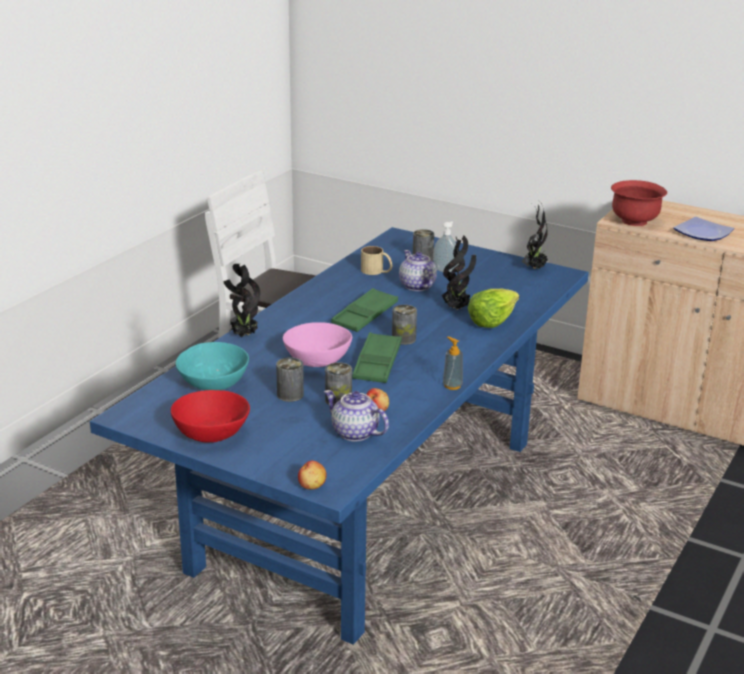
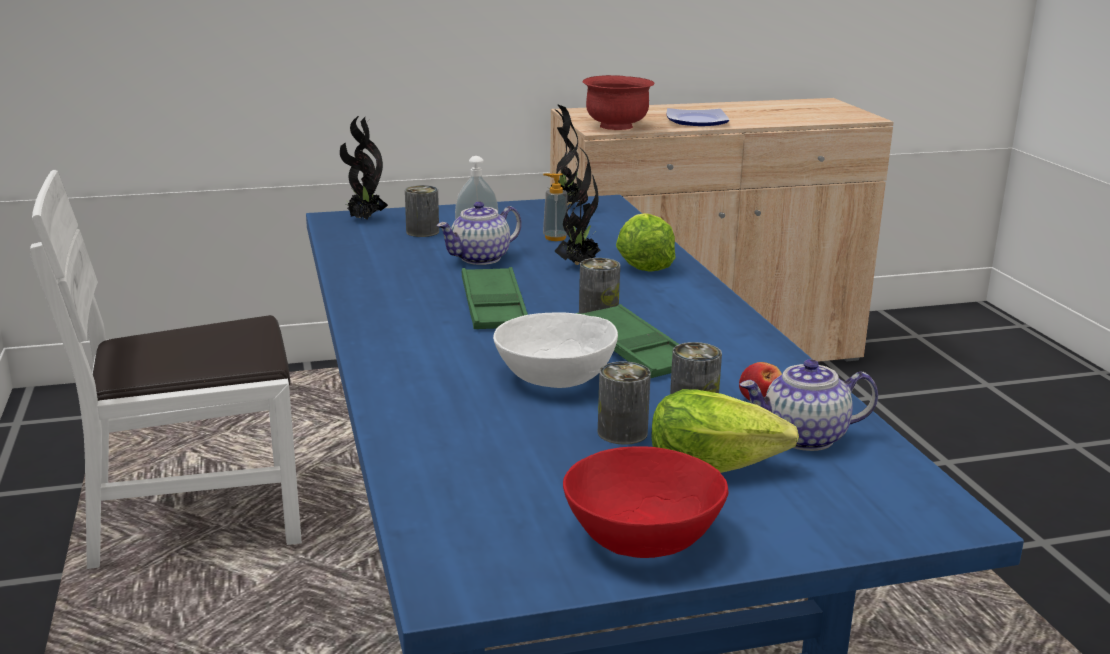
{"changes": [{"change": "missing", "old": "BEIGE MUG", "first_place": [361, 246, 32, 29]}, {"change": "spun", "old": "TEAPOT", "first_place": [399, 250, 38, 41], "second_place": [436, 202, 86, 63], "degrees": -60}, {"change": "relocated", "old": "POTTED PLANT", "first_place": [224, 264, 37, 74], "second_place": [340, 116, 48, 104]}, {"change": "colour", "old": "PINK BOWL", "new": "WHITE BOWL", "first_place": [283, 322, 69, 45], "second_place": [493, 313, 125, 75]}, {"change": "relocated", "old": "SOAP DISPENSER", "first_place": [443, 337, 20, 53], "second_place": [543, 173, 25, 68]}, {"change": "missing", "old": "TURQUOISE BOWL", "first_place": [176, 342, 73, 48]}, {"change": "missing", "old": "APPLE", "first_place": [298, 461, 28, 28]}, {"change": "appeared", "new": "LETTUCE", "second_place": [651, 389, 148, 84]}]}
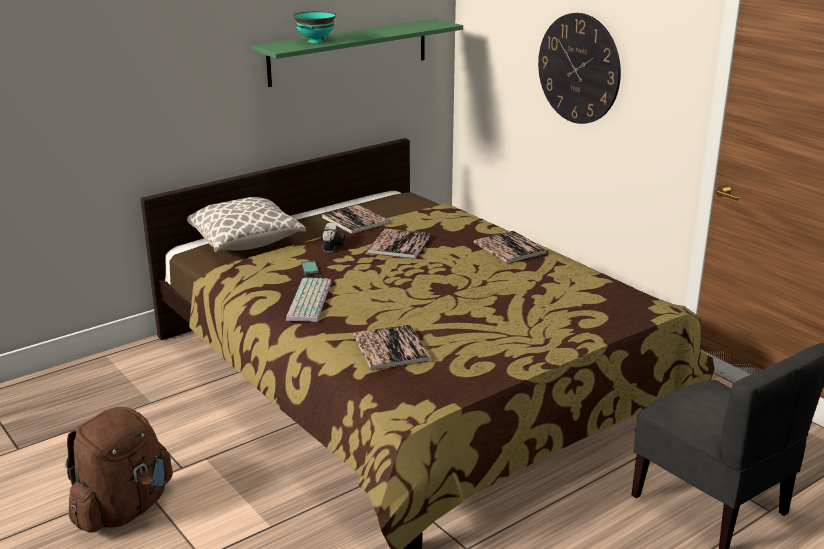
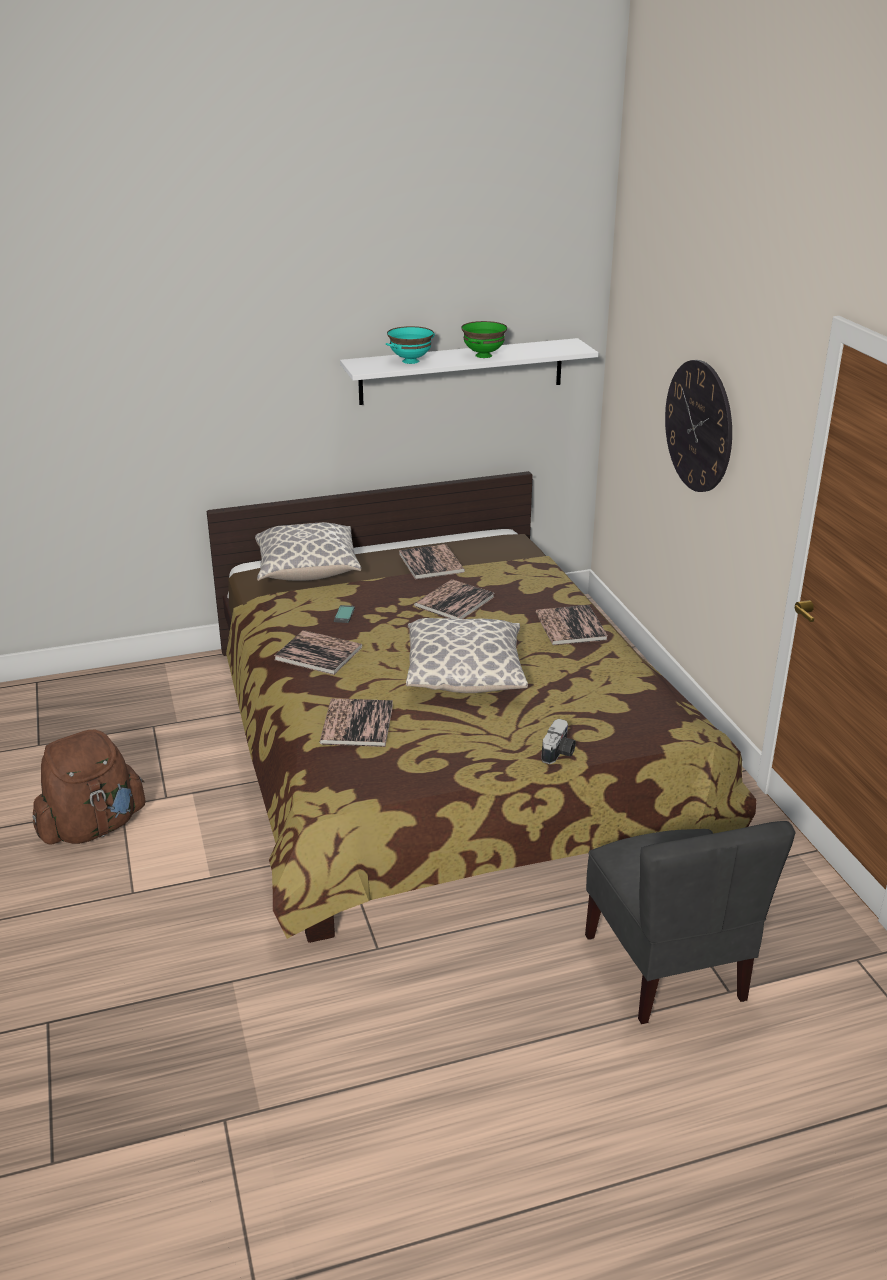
{"changes": [{"change": "colour", "old": "GREEN SHELF", "new": "WHITE SHELF", "first_place": [251, 19, 212, 68], "second_place": [340, 338, 258, 67]}, {"change": "relocated", "old": "PHOTO CAMERA", "first_place": [323, 223, 22, 29], "second_place": [541, 719, 35, 45]}, {"change": "exchanged", "old": "KEYBOARD", "new": "BOOK", "first_place": [286, 278, 46, 44], "second_place": [274, 630, 88, 45]}, {"change": "appeared", "new": "GREEN BOWL", "second_place": [461, 321, 46, 37]}, {"change": "appeared", "new": "PILLOW", "second_place": [406, 618, 122, 75]}]}
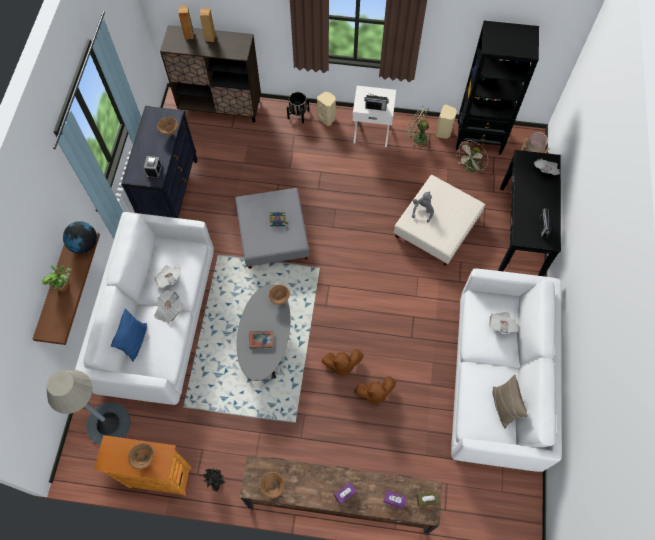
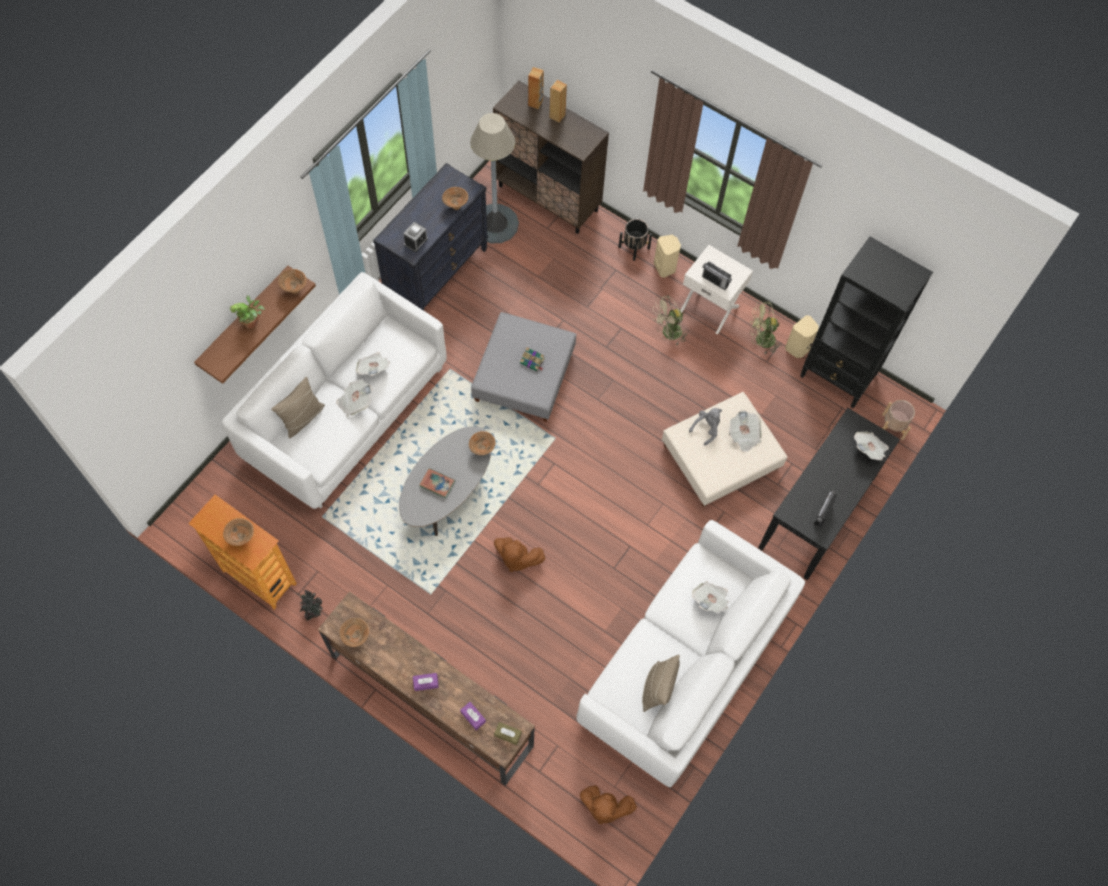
{"changes": [{"change": "spun", "old": "GREEN FAN", "first_place": [405, 107, 24, 42], "second_place": [750, 302, 32, 52], "degrees": -60}, {"change": "relocated", "old": "BEIGE FAN", "first_place": [456, 140, 32, 33], "second_place": [653, 296, 36, 50]}, {"change": "exchanged", "old": "GLOBE", "new": "BROWN BOWL", "first_place": [63, 221, 34, 33], "second_place": [278, 269, 28, 25]}, {"change": "colour", "old": "BLUE PILLOW", "new": "BEIGE PILLOW", "first_place": [111, 308, 36, 54], "second_place": [271, 377, 54, 62]}, {"change": "relocated", "old": "GREY FLOOR LAMP", "first_place": [47, 370, 84, 75], "second_place": [470, 113, 49, 130]}, {"change": "relocated", "old": "BROWN PLUSH TOY", "first_place": [354, 376, 42, 30], "second_place": [580, 785, 57, 39]}, {"change": "appeared", "new": "NEWSPAPER", "second_place": [729, 410, 33, 43]}]}
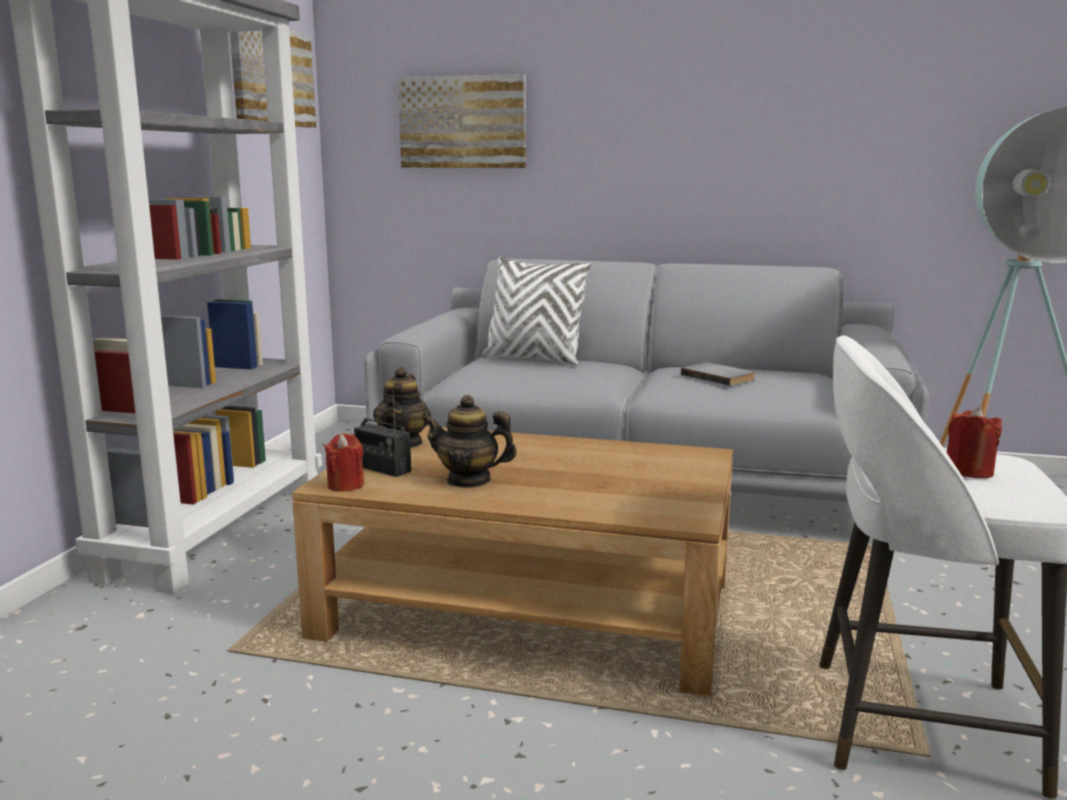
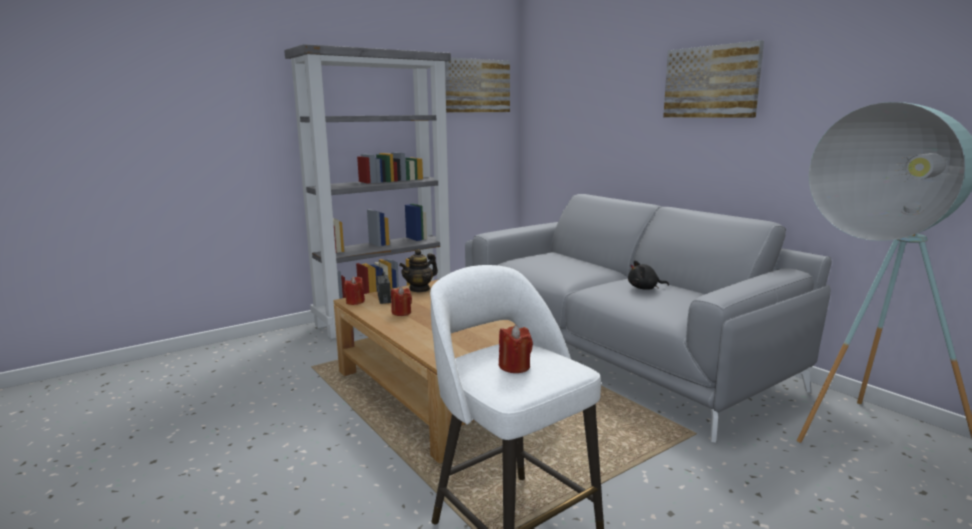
{"changes": [{"change": "relocated", "old": "PICTURE", "first_place": [398, 74, 128, 94], "second_place": [663, 40, 101, 78]}, {"change": "missing", "old": "WHITE PILLOW", "first_place": [482, 257, 109, 108]}, {"change": "exchanged", "old": "GREY BOOK", "new": "BLACK PLUSH TOY", "first_place": [681, 362, 74, 24], "second_place": [628, 261, 41, 29]}, {"change": "exchanged", "old": "TEAPOT", "new": "RED CANDLE", "first_place": [422, 395, 95, 93], "second_place": [391, 286, 21, 30]}]}
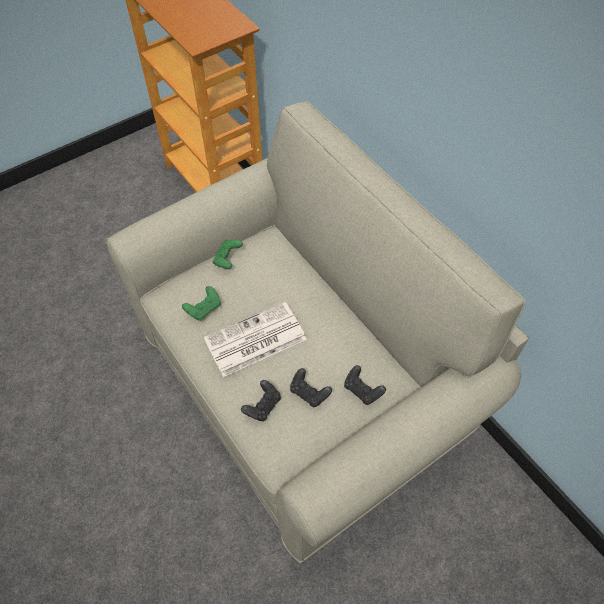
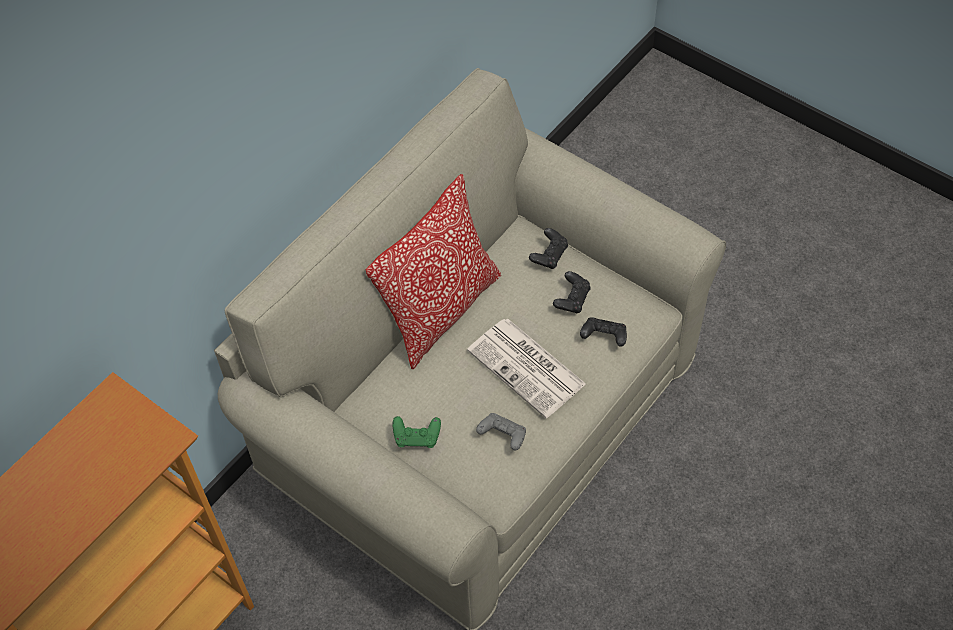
{"changes": [{"change": "colour", "old": "GREEN GAME CONTROLLER", "new": "GREY GAME CONTROLLER", "first_place": [182, 286, 39, 35], "second_place": [476, 413, 50, 37]}, {"change": "appeared", "new": "PILLOW", "second_place": [366, 174, 135, 195]}]}
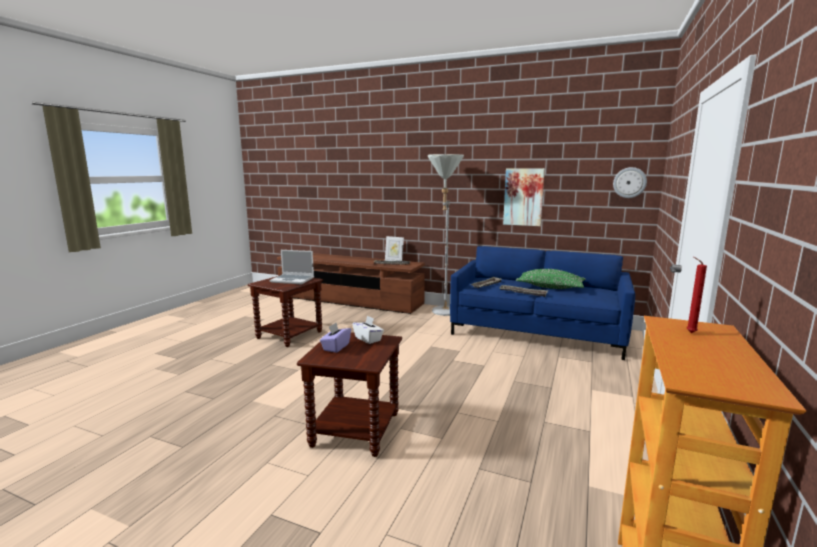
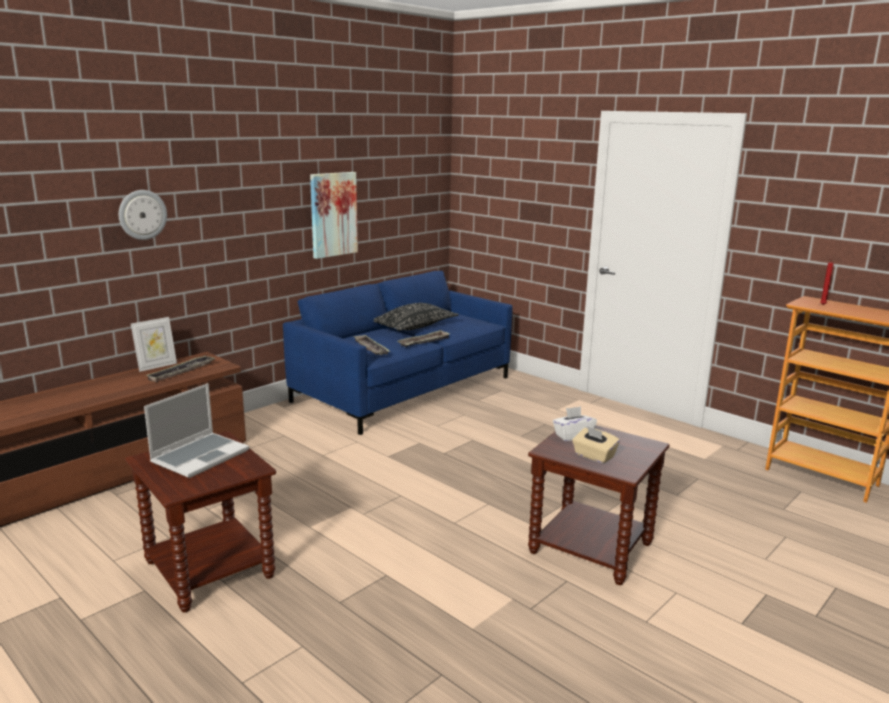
{"changes": [{"change": "missing", "old": "GREY FLOOR LAMP", "first_place": [428, 154, 36, 162]}, {"change": "relocated", "old": "WALL CLOCK", "first_place": [613, 167, 34, 31], "second_place": [119, 190, 48, 50]}, {"change": "colour", "old": "GREEN PILLOW", "new": "BLACK PILLOW", "first_place": [516, 269, 70, 20], "second_place": [373, 303, 85, 28]}, {"change": "colour", "old": "PURPLE TISSUE BOX", "new": "BEIGE TISSUE BOX", "first_place": [320, 323, 31, 30], "second_place": [572, 426, 48, 38]}]}
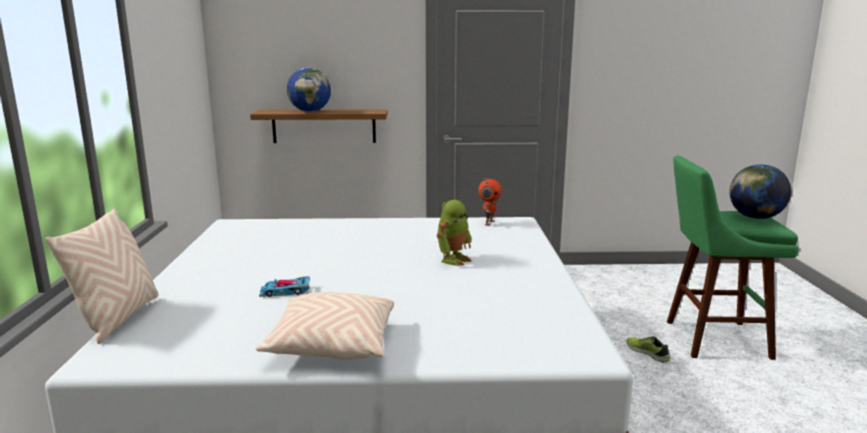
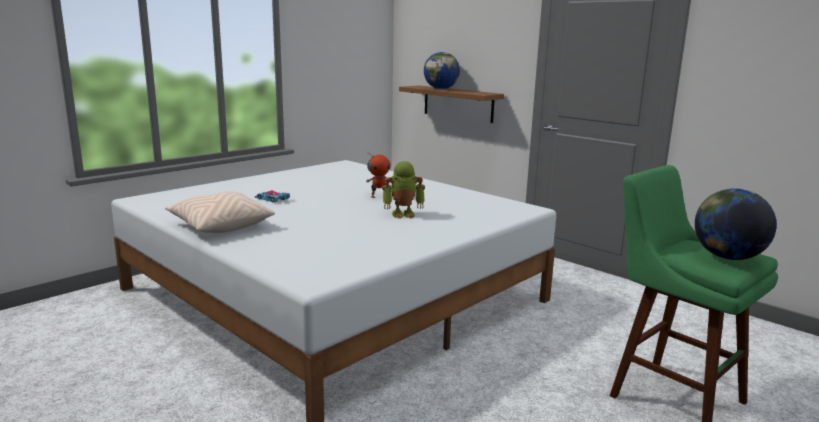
{"changes": [{"change": "relocated", "old": "TOY ROBOT", "first_place": [478, 178, 24, 48], "second_place": [366, 152, 25, 46]}, {"change": "missing", "old": "BEIGE PILLOW", "first_place": [45, 208, 114, 136]}, {"change": "missing", "old": "SHOE", "first_place": [626, 336, 44, 27]}]}
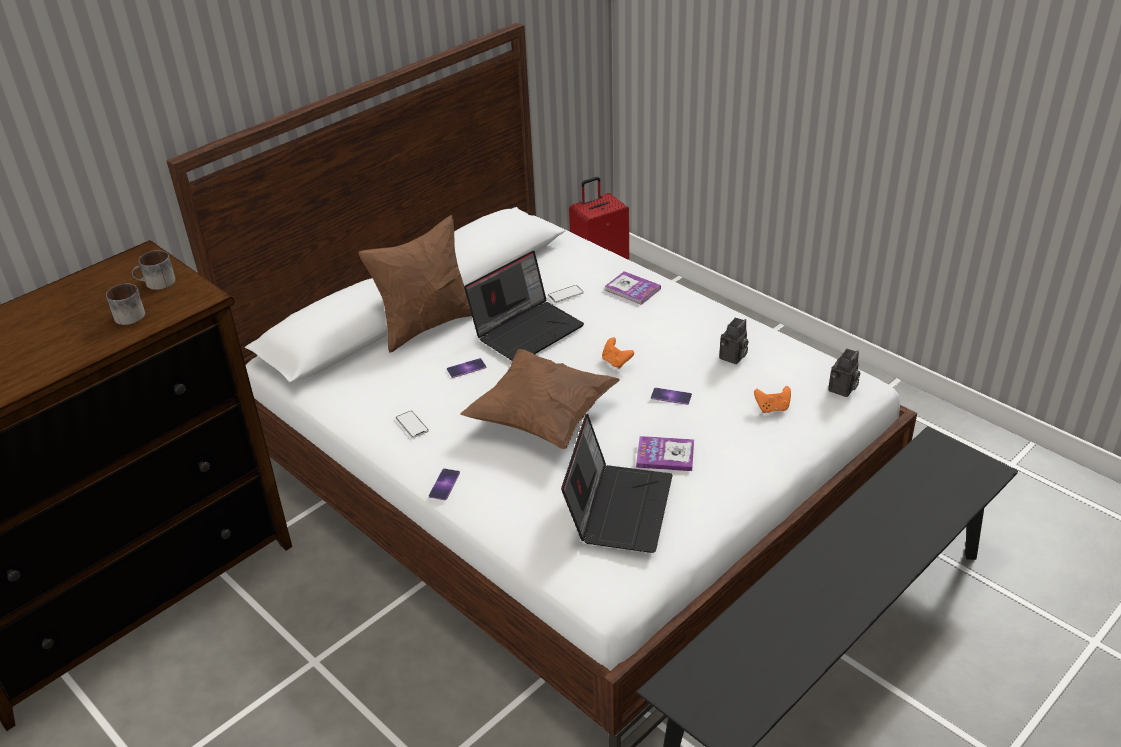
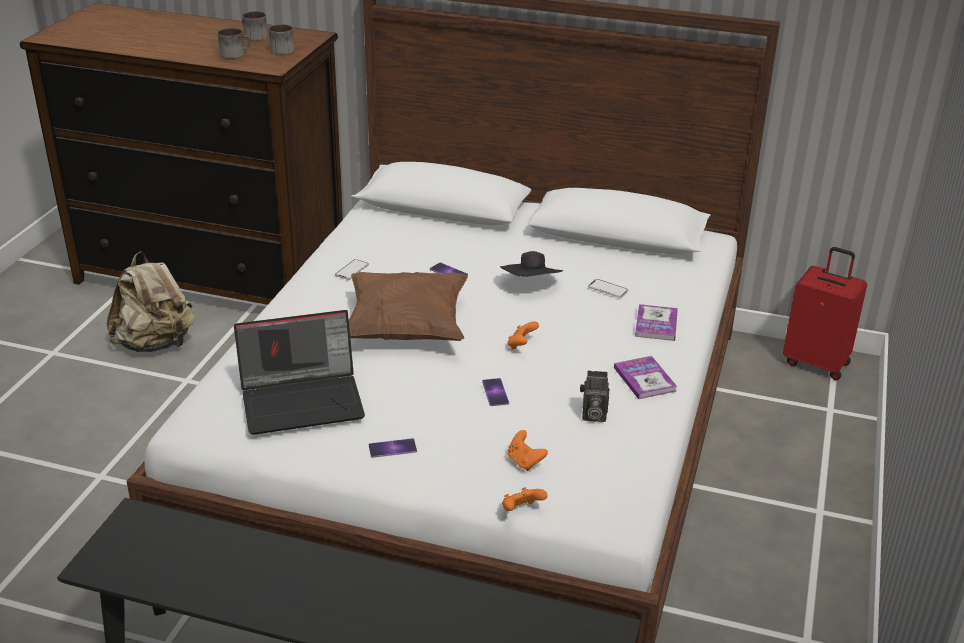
{"changes": [{"change": "missing", "old": "BROWN PILLOW", "first_place": [358, 215, 114, 138]}, {"change": "exchanged", "old": "LAPTOP", "new": "BLACK HAT", "first_place": [464, 251, 120, 110], "second_place": [500, 251, 64, 26]}, {"change": "missing", "old": "PHOTO CAMERA", "first_place": [828, 349, 32, 48]}, {"change": "relocated", "old": "BOOK", "first_place": [636, 436, 58, 35], "second_place": [614, 356, 64, 43]}, {"change": "relocated", "old": "PHONE", "first_place": [428, 468, 32, 32], "second_place": [369, 438, 48, 20]}, {"change": "appeared", "new": "MUG", "second_place": [242, 11, 26, 30]}, {"change": "appeared", "new": "BEIGE BACKPACK", "second_place": [106, 252, 89, 100]}, {"change": "appeared", "new": "ORANGE GAME CONTROLLER", "second_place": [502, 487, 45, 24]}]}
